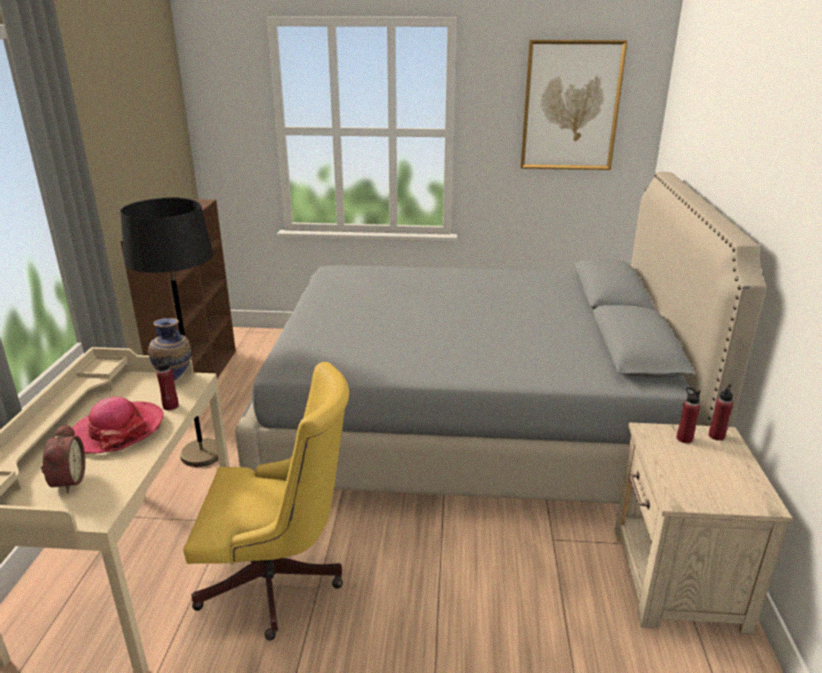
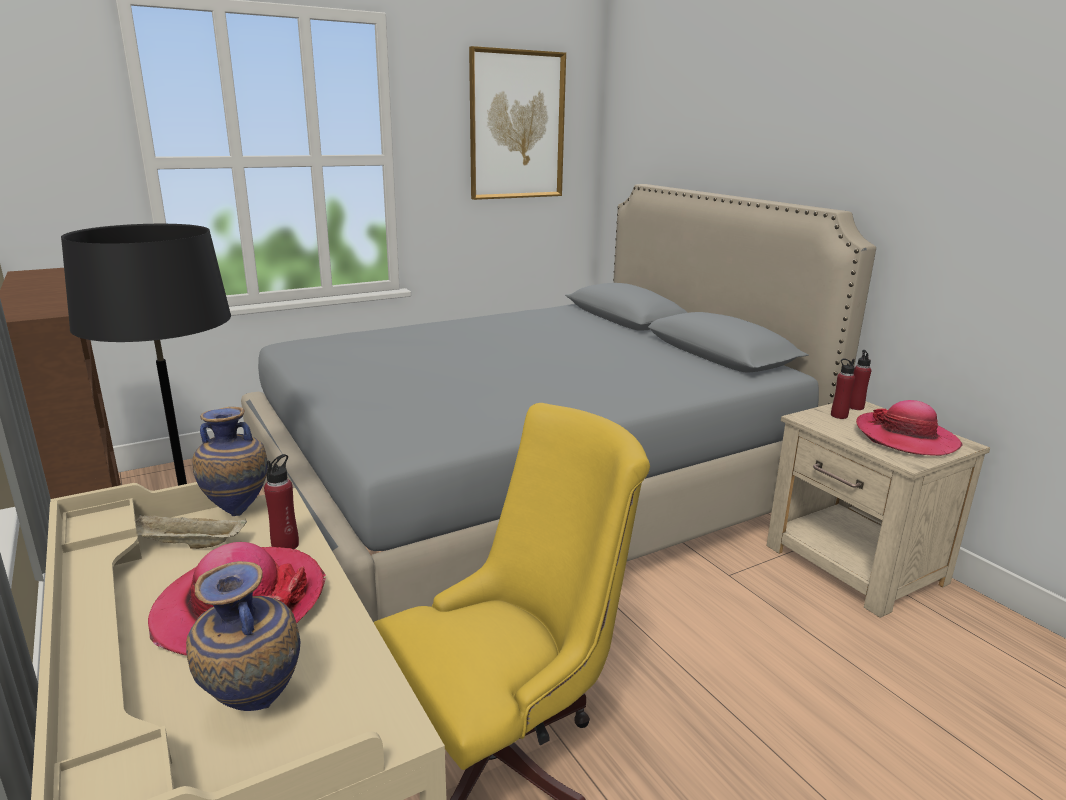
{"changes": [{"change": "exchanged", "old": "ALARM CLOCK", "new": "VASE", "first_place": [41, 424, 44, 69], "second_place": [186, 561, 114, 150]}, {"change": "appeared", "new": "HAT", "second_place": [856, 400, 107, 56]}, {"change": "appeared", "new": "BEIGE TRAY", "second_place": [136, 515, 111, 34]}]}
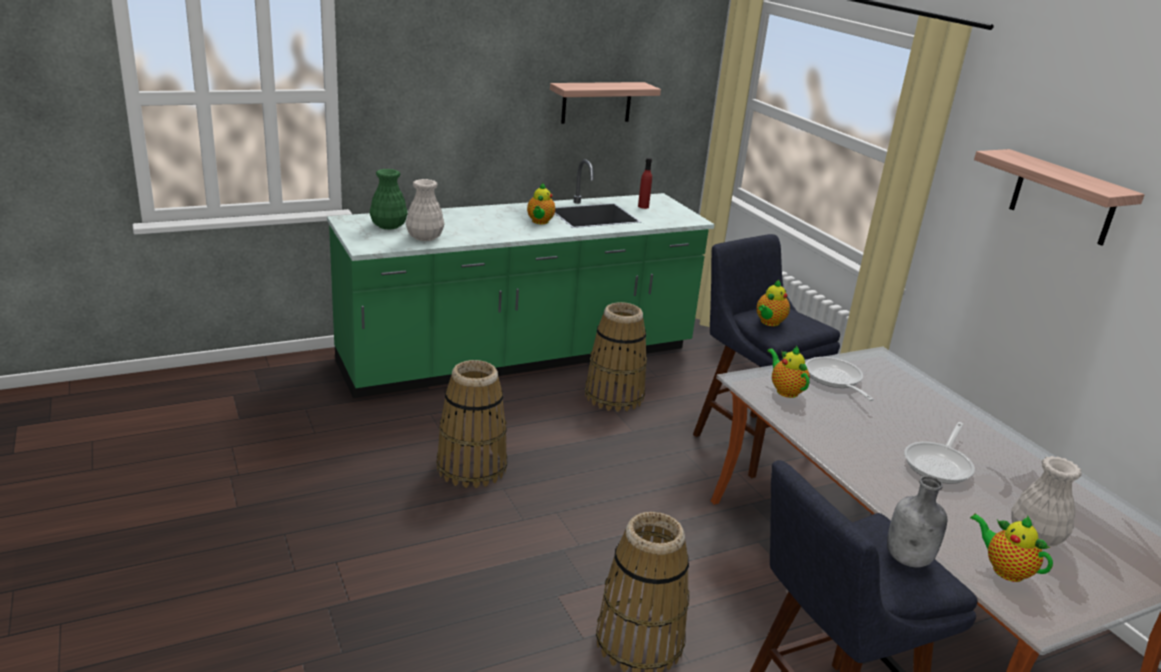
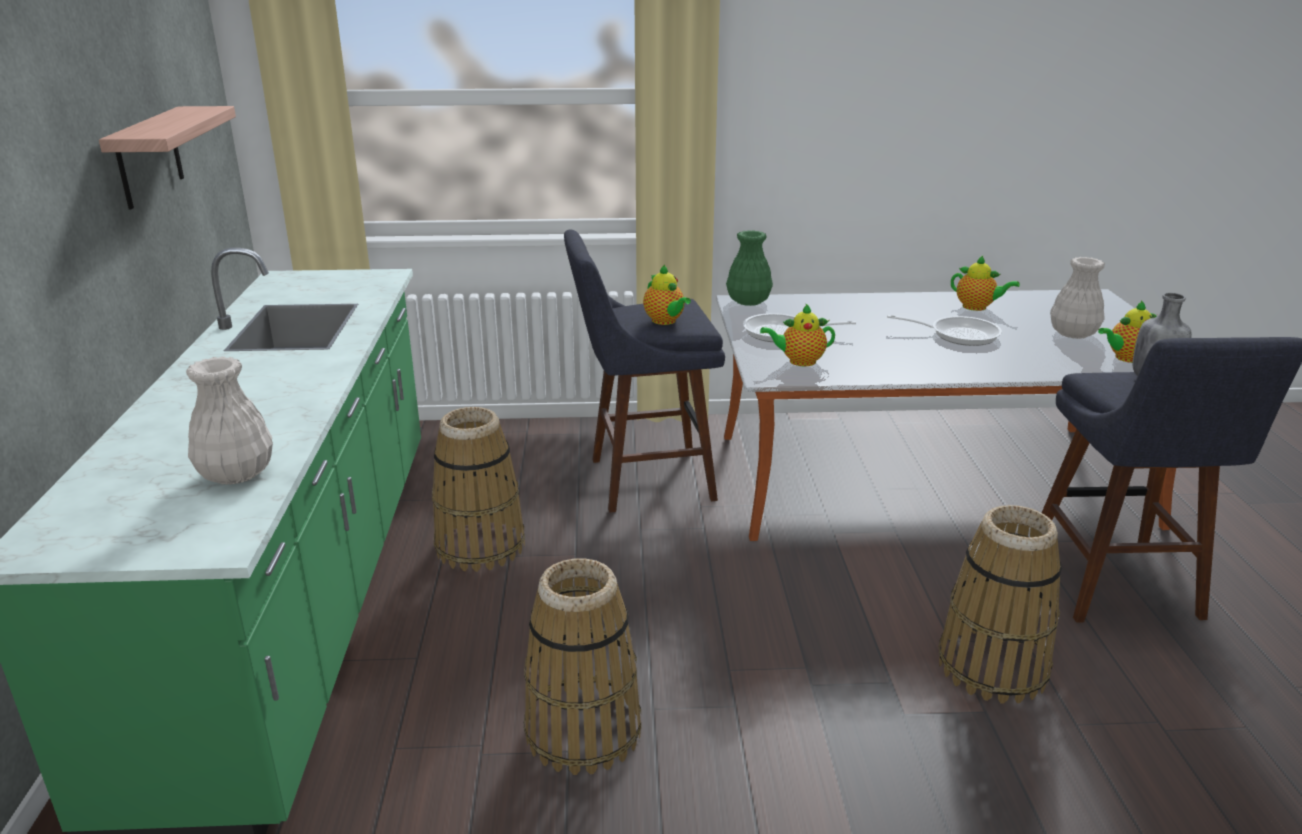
{"changes": [{"change": "missing", "old": "SHELF", "first_place": [974, 149, 171, 97]}, {"change": "missing", "old": "RED BOTTLE", "first_place": [638, 158, 14, 51]}, {"change": "relocated", "old": "GREEN VASE", "first_place": [370, 169, 38, 61], "second_place": [726, 230, 47, 76]}, {"change": "relocated", "old": "TEAPOT", "first_place": [527, 183, 28, 41], "second_place": [951, 255, 69, 56]}, {"change": "spun", "old": "FRYING PAN", "first_place": [904, 422, 71, 62], "second_place": [887, 315, 115, 31], "degrees": -45}]}
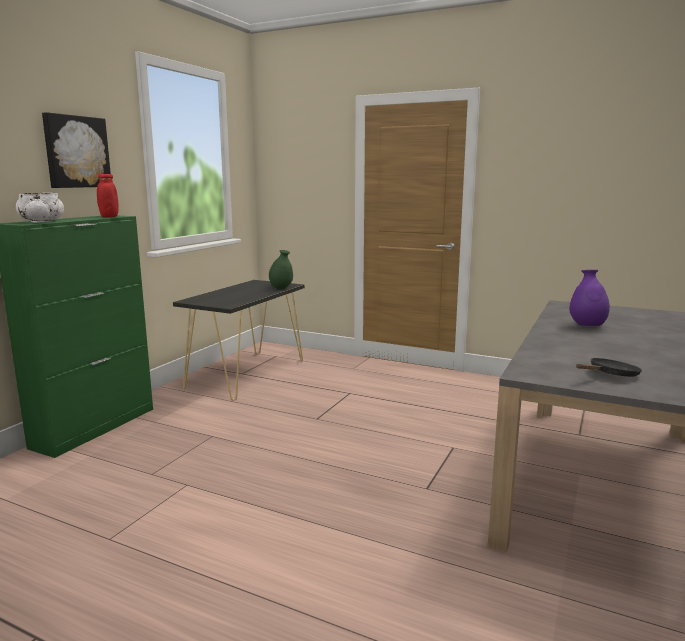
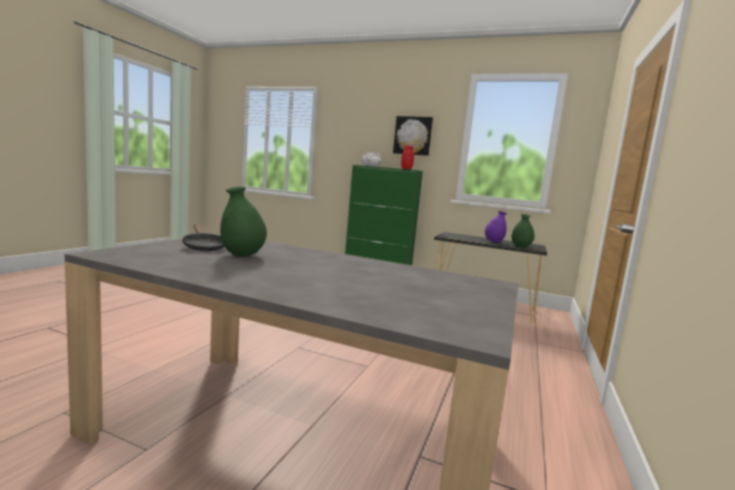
{"changes": [{"change": "relocated", "old": "PURPLE VASE", "first_place": [569, 270, 41, 56], "second_place": [485, 211, 22, 32]}, {"change": "appeared", "new": "GREEN VASE", "second_place": [220, 187, 47, 70]}]}
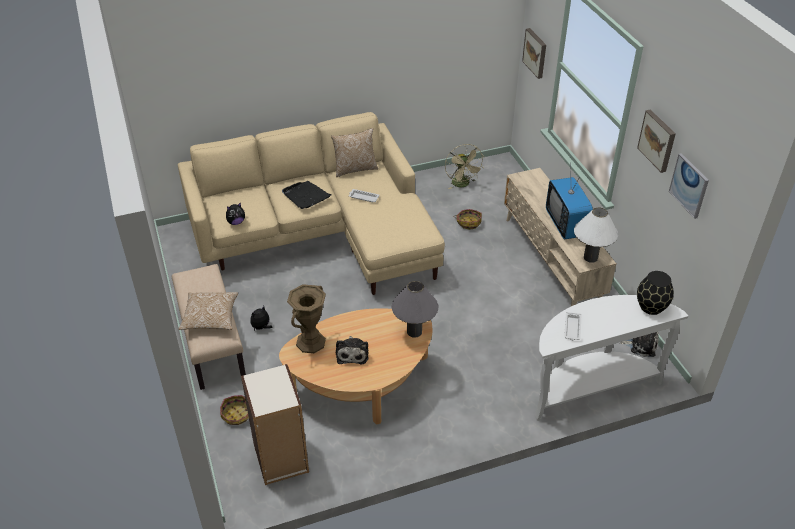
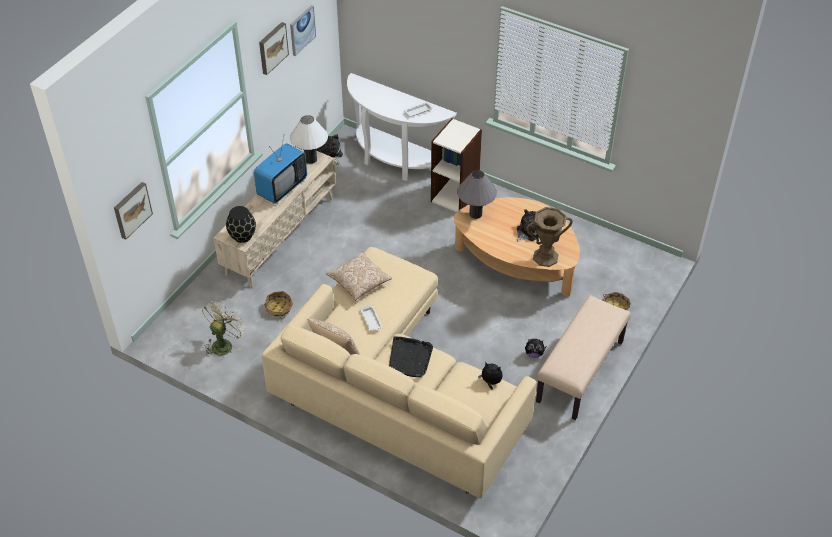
{"changes": [{"change": "relocated", "old": "BLACK VASE", "first_place": [637, 271, 37, 44], "second_place": [226, 206, 30, 37]}, {"change": "relocated", "old": "PILLOW", "first_place": [179, 292, 59, 38], "second_place": [326, 251, 66, 50]}, {"change": "relocated", "old": "BOOKCASE", "first_place": [241, 364, 68, 121], "second_place": [431, 118, 51, 94]}]}
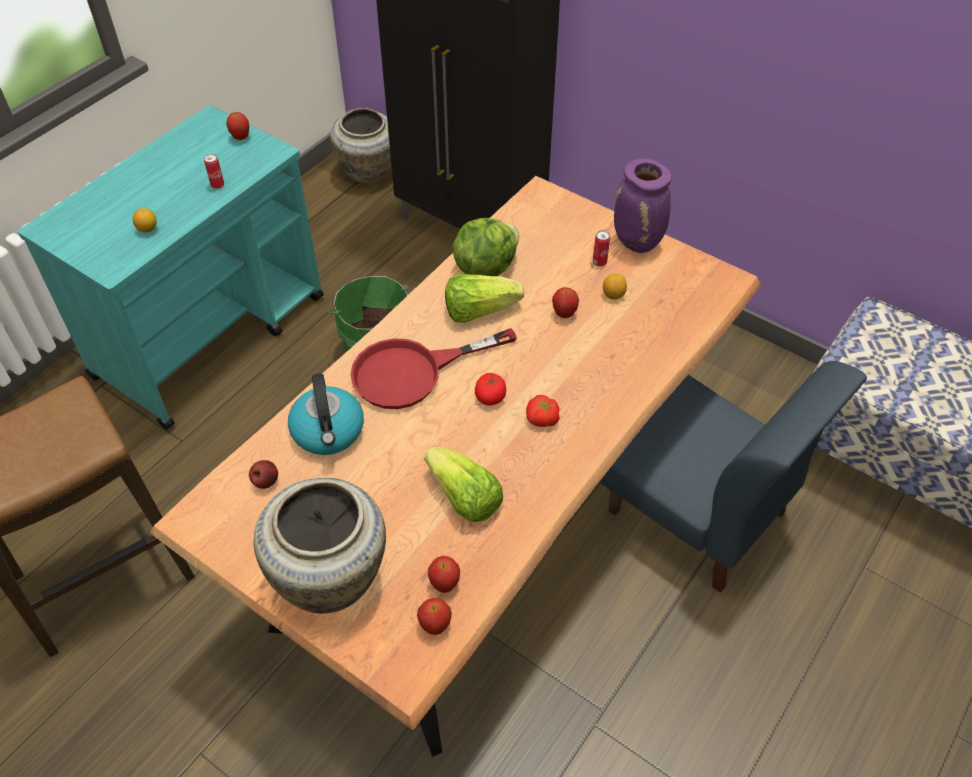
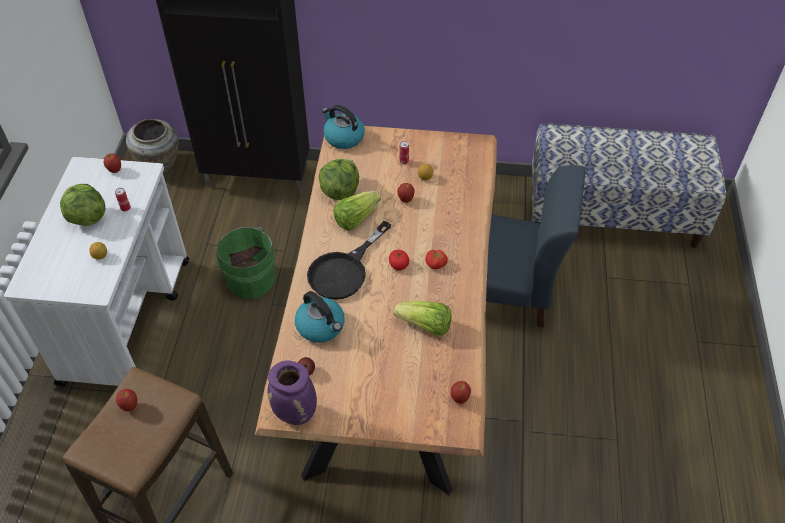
{"changes": [{"change": "colour", "old": "TURQUOISE CART", "new": "WHITE CART", "first_place": [18, 105, 306, 325], "second_place": [4, 157, 185, 230]}, {"change": "relocated", "old": "PURPLE VASE", "first_place": [614, 158, 58, 95], "second_place": [268, 361, 49, 64]}, {"change": "colour", "old": "RED FRYING PAN", "new": "BLACK FRYING PAN", "first_place": [350, 328, 167, 81], "second_place": [307, 221, 84, 79]}, {"change": "missing", "old": "BEIGE VASE", "first_place": [254, 478, 132, 136]}, {"change": "relocated", "old": "APPLE", "first_place": [428, 556, 32, 37], "second_place": [116, 389, 22, 23]}, {"change": "appeared", "new": "KETTLE", "second_place": [322, 105, 43, 44]}, {"change": "appeared", "new": "LETTUCE", "second_place": [60, 184, 45, 42]}]}
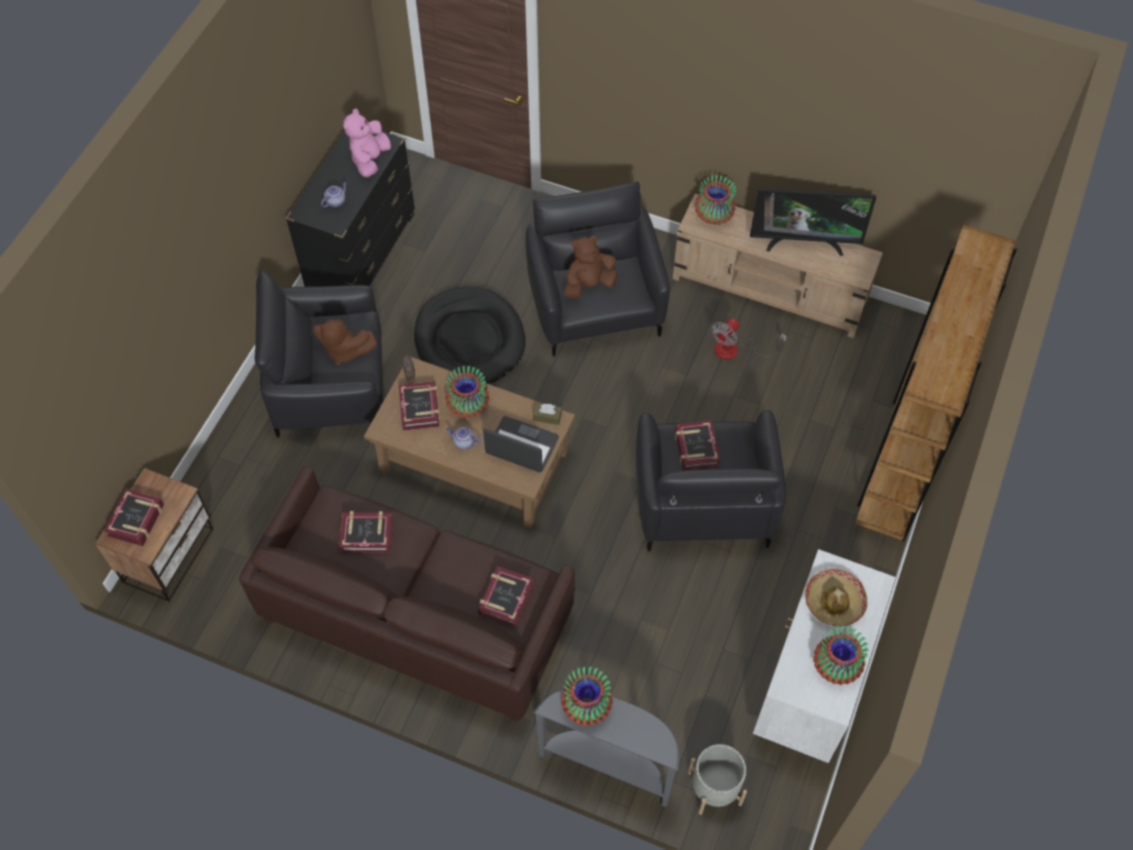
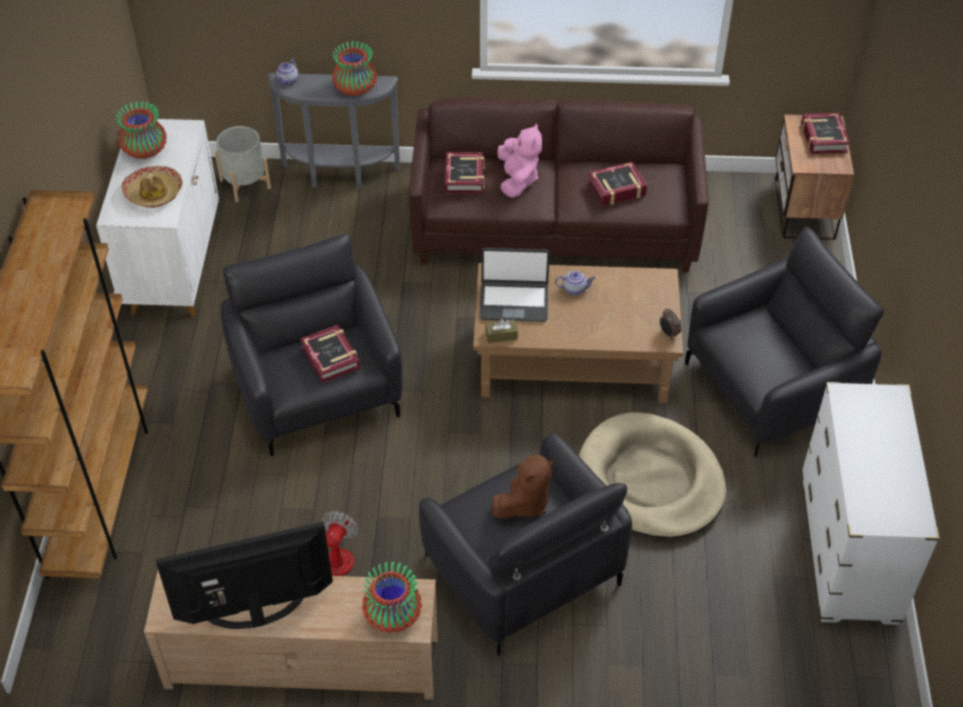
{"changes": [{"change": "relocated", "old": "PINK PLUSH TOY", "first_place": [343, 108, 48, 69], "second_place": [497, 124, 45, 74]}, {"change": "colour", "old": "BLACK DRESSER", "new": "WHITE DRESSER", "first_place": [286, 130, 130, 157], "second_place": [802, 382, 138, 243]}, {"change": "relocated", "old": "TEAPOT", "first_place": [321, 182, 26, 25], "second_place": [276, 59, 22, 27]}, {"change": "colour", "old": "BLACK DOG BED", "new": "BEIGE DOG BED", "first_place": [414, 286, 112, 98], "second_place": [579, 412, 148, 126]}, {"change": "missing", "old": "BROWN PLUSH TOY", "first_place": [313, 319, 64, 46]}, {"change": "missing", "old": "VASE", "first_place": [445, 366, 44, 52]}, {"change": "missing", "old": "BOOK", "first_place": [399, 381, 41, 50]}]}
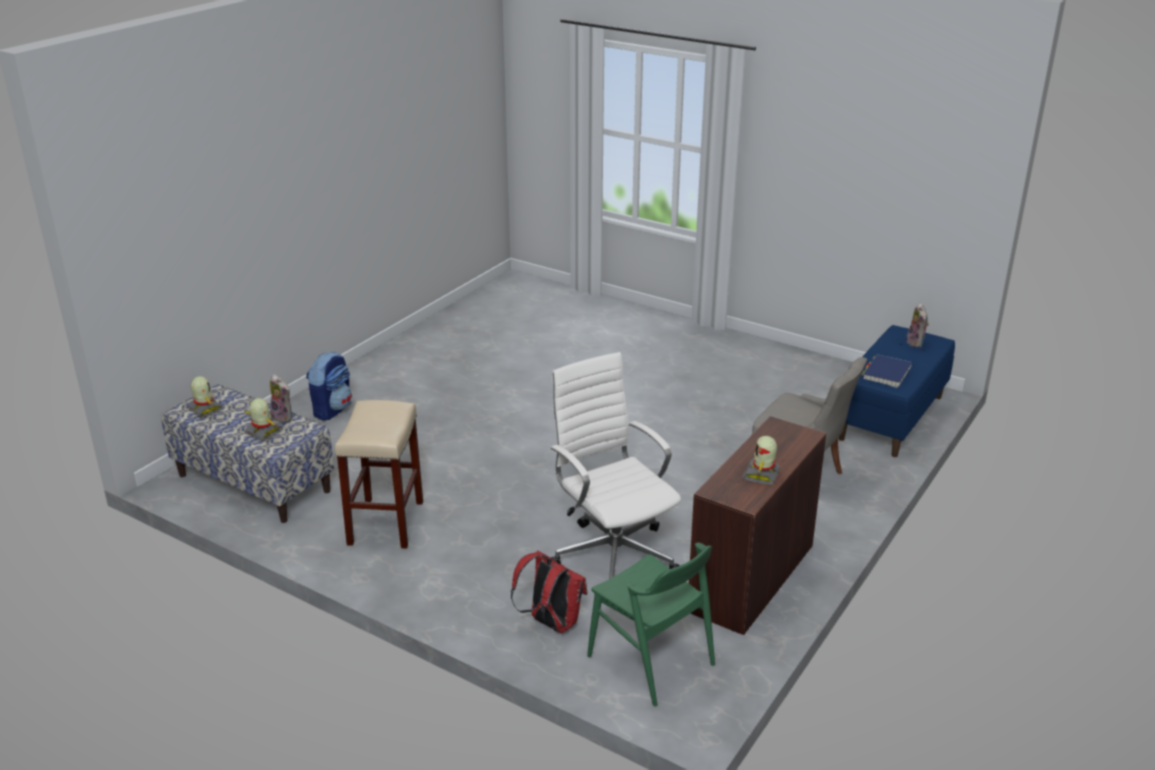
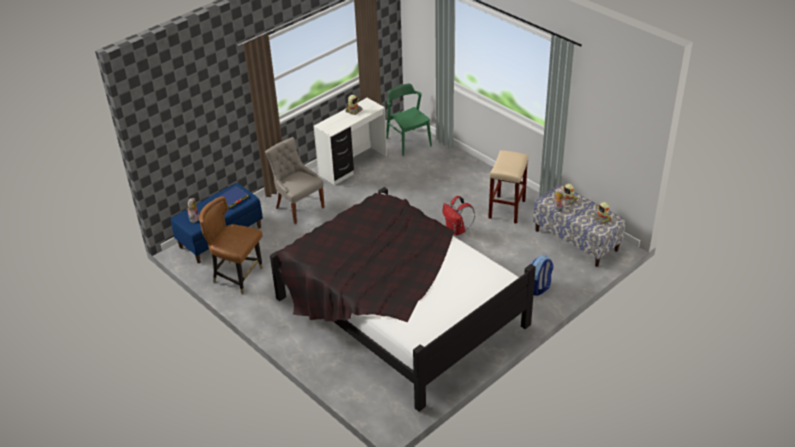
{"changes": [{"change": "missing", "old": "WHITE OFFICE CHAIR", "first_place": [551, 352, 130, 227]}, {"change": "colour", "old": "BROWN DESK", "new": "WHITE DESK", "first_place": [689, 416, 137, 219], "second_place": [314, 98, 73, 87]}, {"change": "relocated", "old": "RED BACKPACK", "first_place": [511, 551, 76, 82], "second_place": [442, 196, 33, 40]}, {"change": "appeared", "new": "BLACK BED", "second_place": [270, 187, 266, 225]}, {"change": "appeared", "new": "BROWN CHAIR", "second_place": [199, 196, 64, 98]}]}
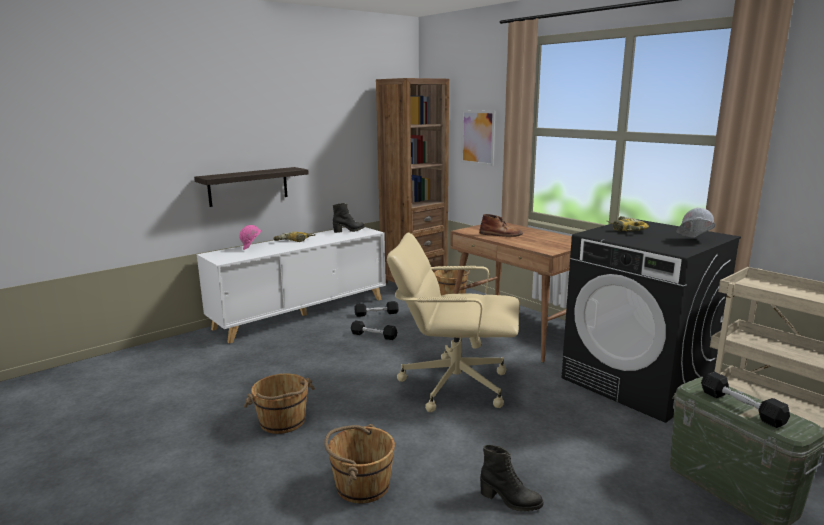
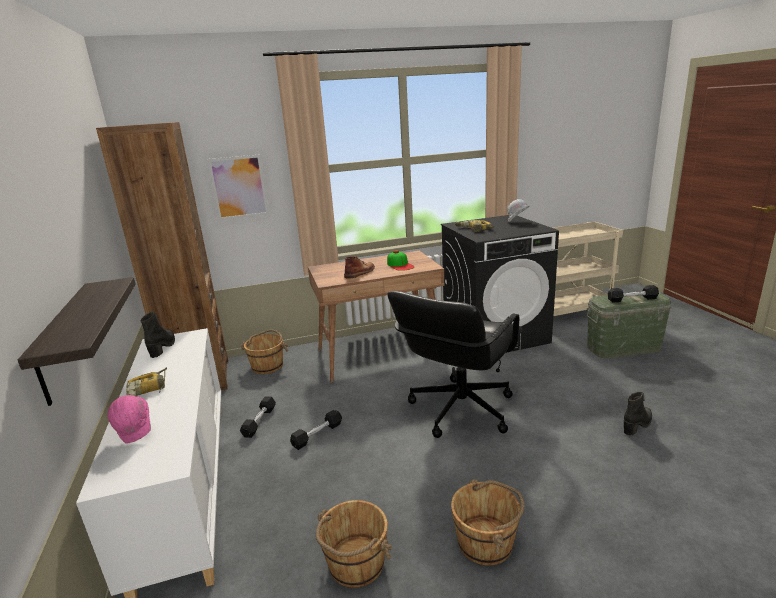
{"changes": [{"change": "colour", "old": "BEIGE OFFICE CHAIR", "new": "BLACK OFFICE CHAIR", "first_place": [387, 232, 132, 180], "second_place": [387, 291, 135, 147]}, {"change": "relocated", "old": "BROWN BUCKET", "first_place": [324, 424, 71, 80], "second_place": [316, 500, 76, 88]}, {"change": "appeared", "new": "CAP", "second_place": [387, 250, 27, 21]}]}
